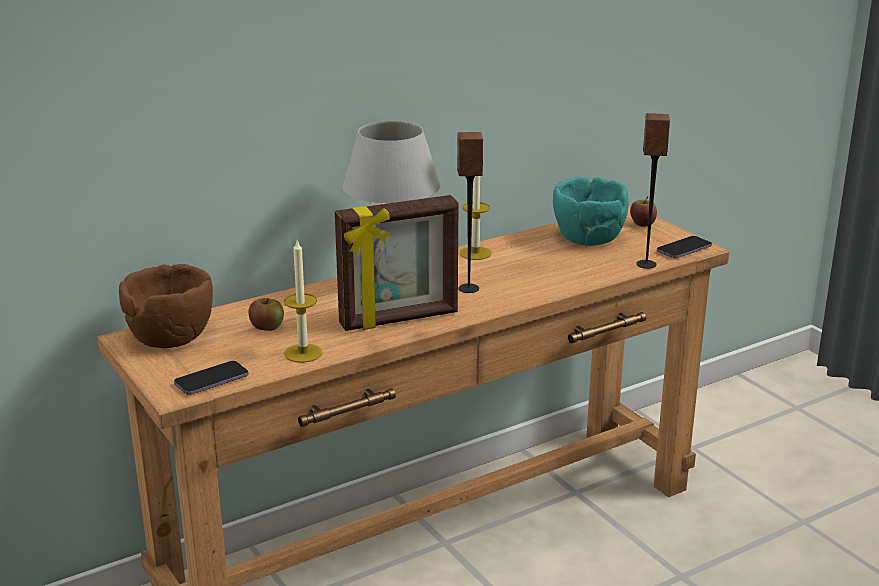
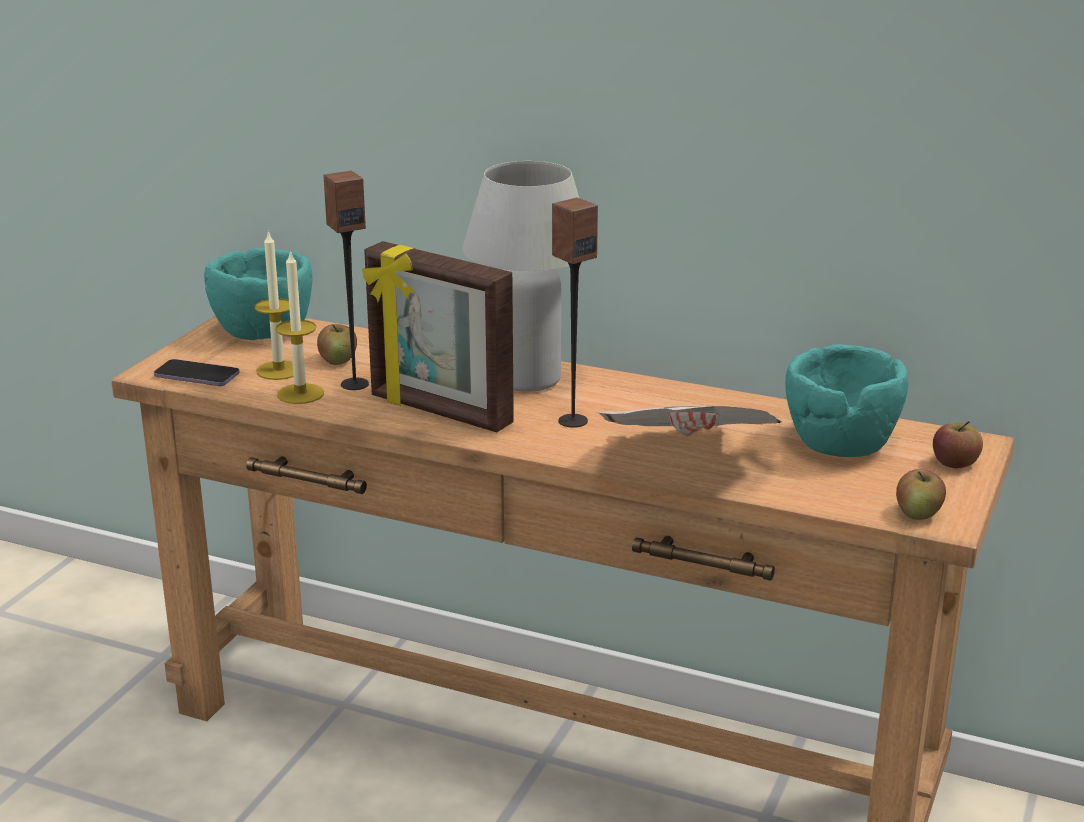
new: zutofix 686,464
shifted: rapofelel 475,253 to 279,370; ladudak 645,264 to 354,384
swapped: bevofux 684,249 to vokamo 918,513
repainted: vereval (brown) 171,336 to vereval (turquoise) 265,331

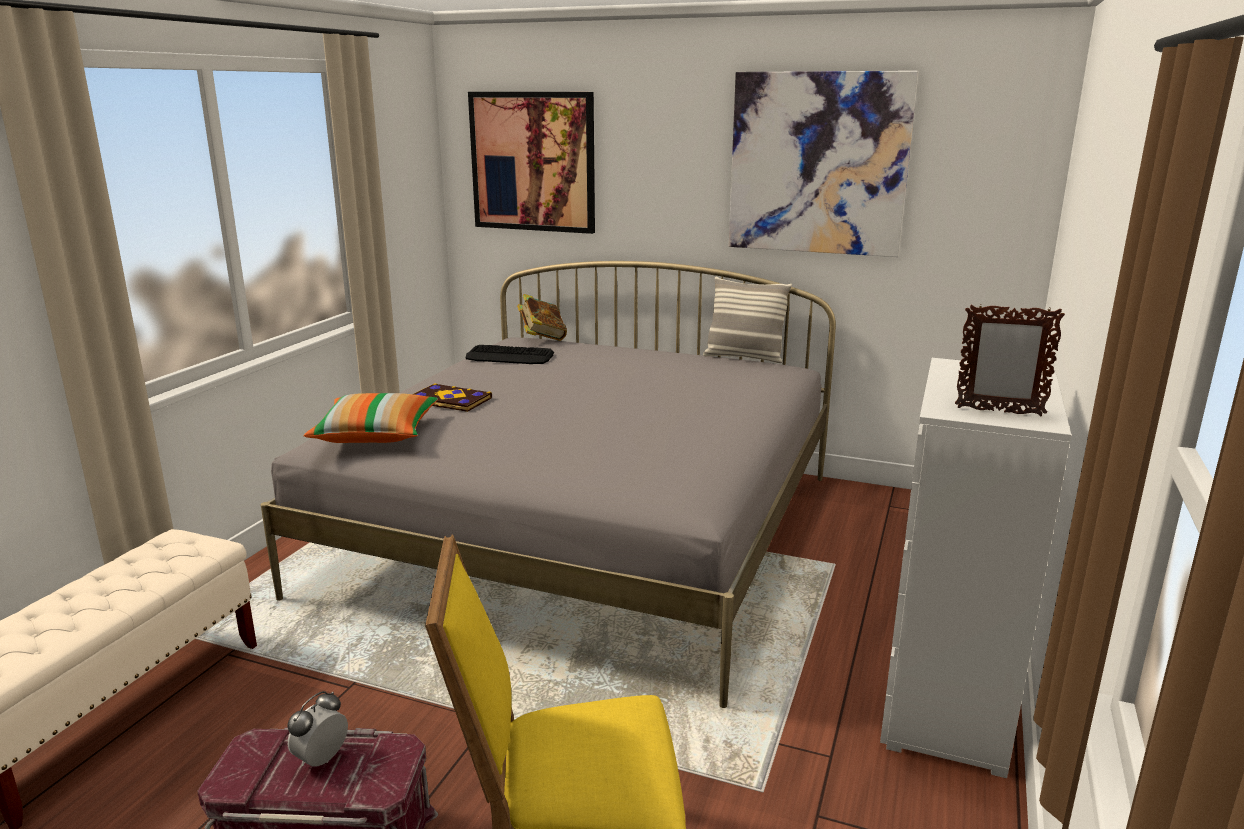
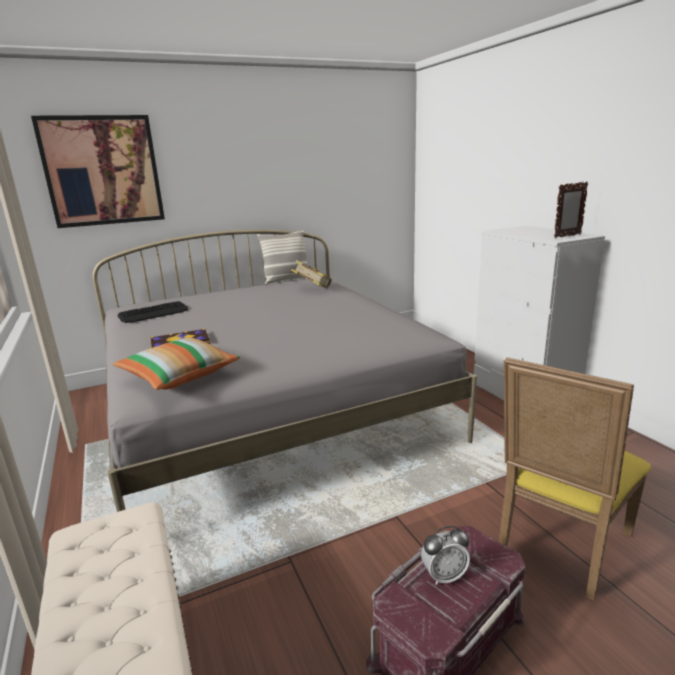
gone: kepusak 818,164
shifted: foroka 542,338 to 312,289
rotated: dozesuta 321,759 = 444,576 90 degrees counterclockwise

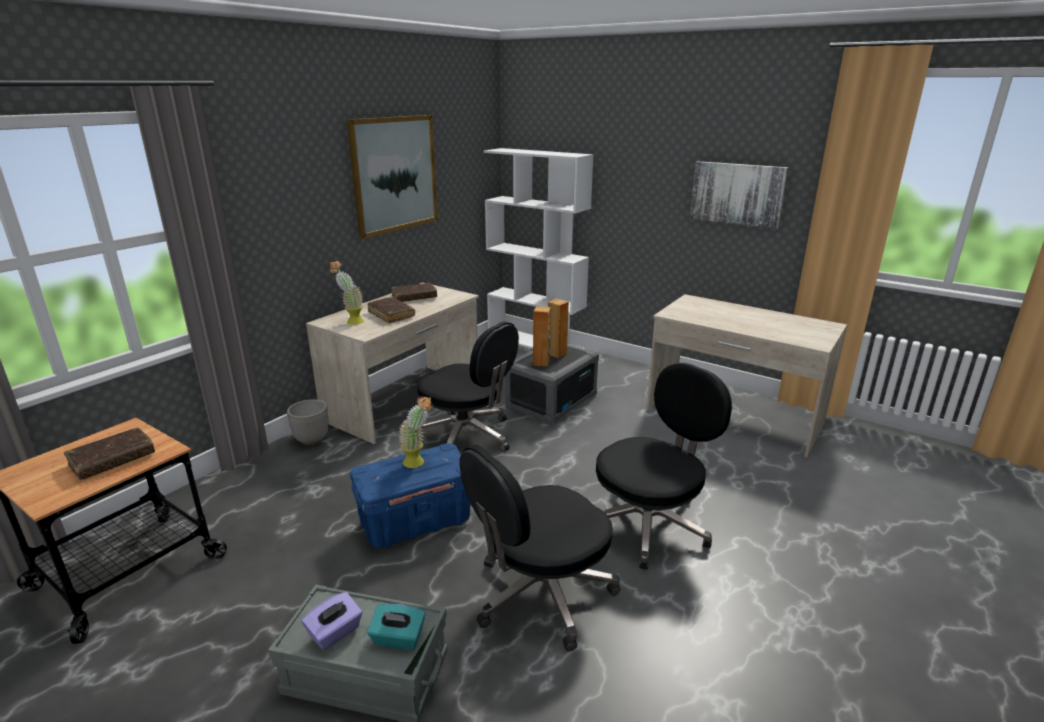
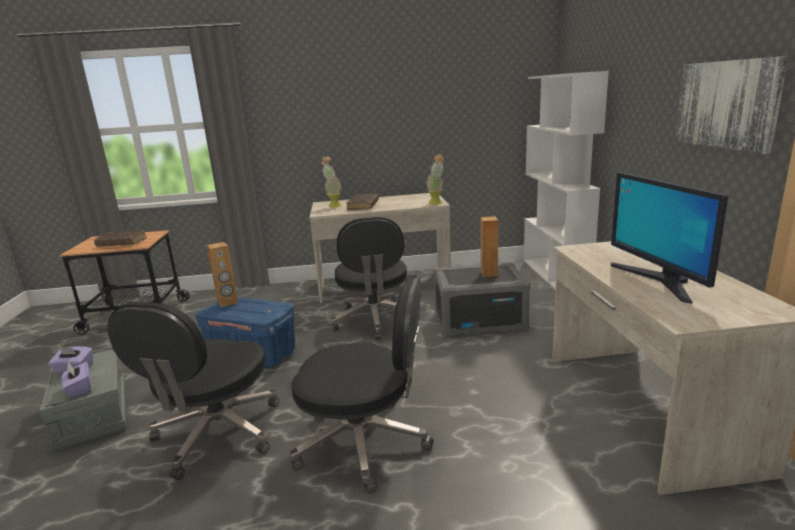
gone: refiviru 312,440; kepusak 394,174; foroka (brown) 414,297
new: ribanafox 658,281
shifted: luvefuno 418,463 to 437,203; ladudak (brown) 541,362 to 228,302
repainted: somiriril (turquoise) 398,639 to somiriril (purple) 79,389
rotated: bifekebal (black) 540,594 = 216,435 90 degrees counterclockwise

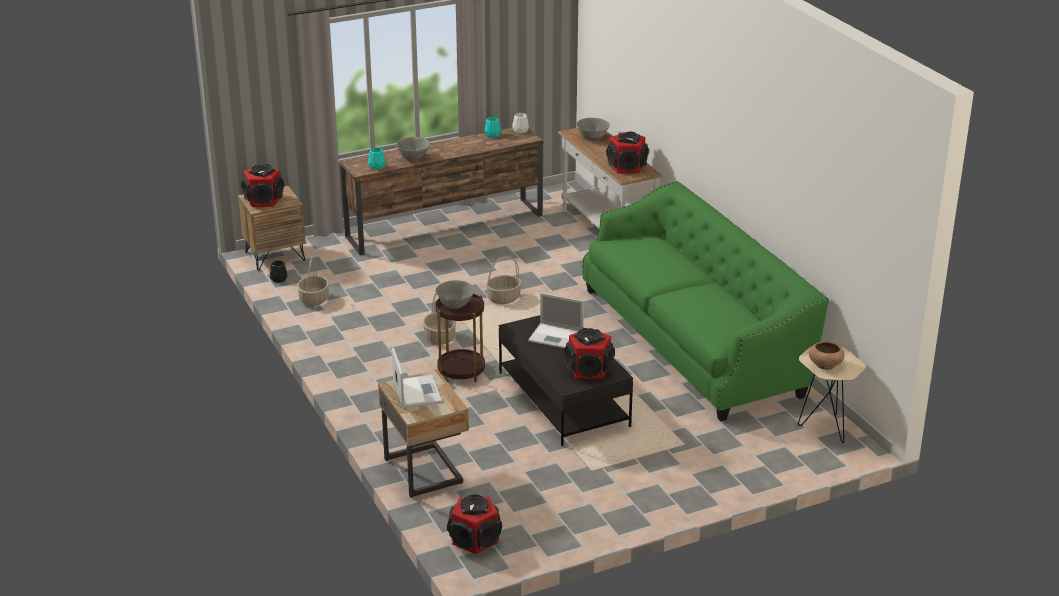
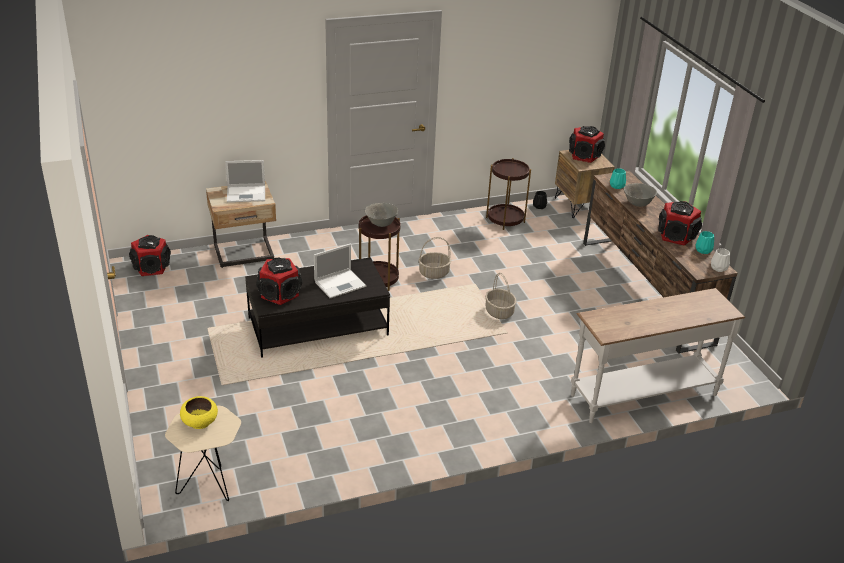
gone: vereval (grey) 592,138; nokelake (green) 693,341
shifted: ladudak 626,167 to 676,236
swapped: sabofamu 314,299 to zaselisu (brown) 505,220
repainted: vereval (brown) 825,364 to vereval (yellow) 200,421
rotated: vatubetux 557,336 = 341,284 150 degrees counterclockwise

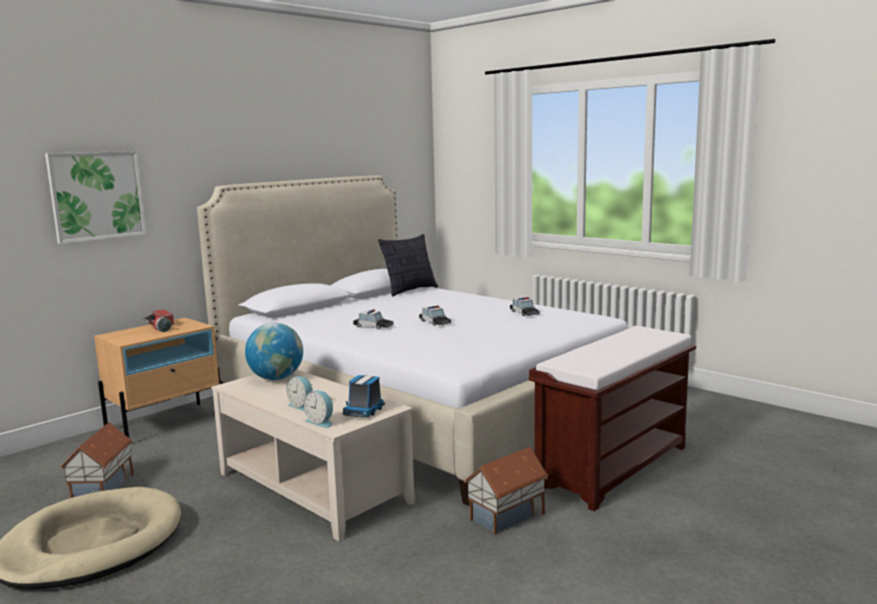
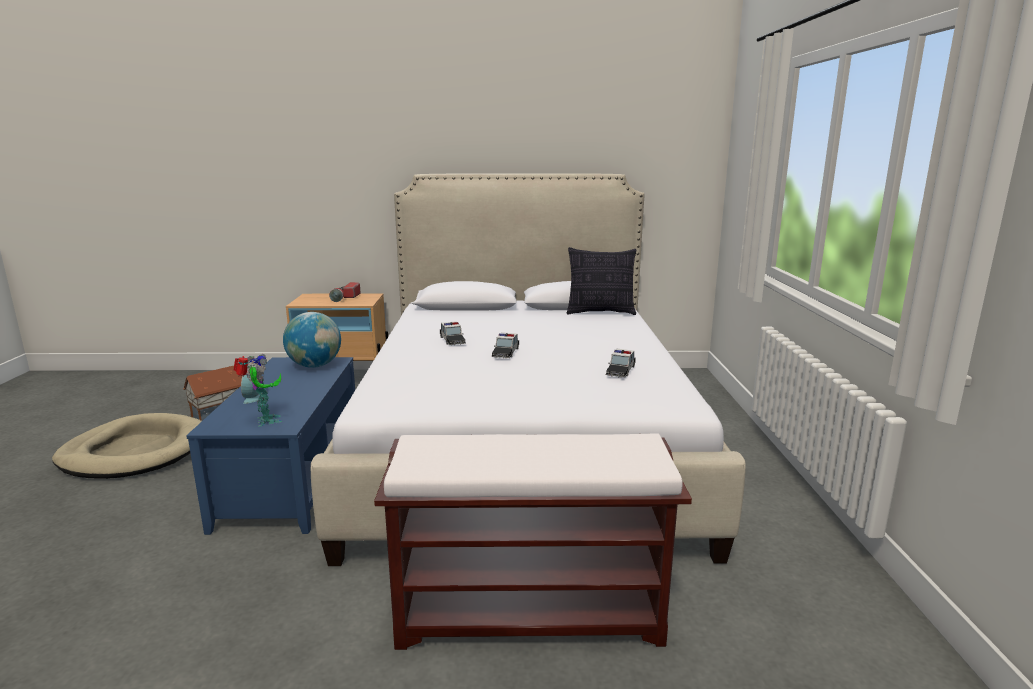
gone: kepusak 97,195; dozesuta 321,422; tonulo 508,517
swapped: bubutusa 364,411 to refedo 265,421
repainted: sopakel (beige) 313,487 to sopakel (blue) 293,478

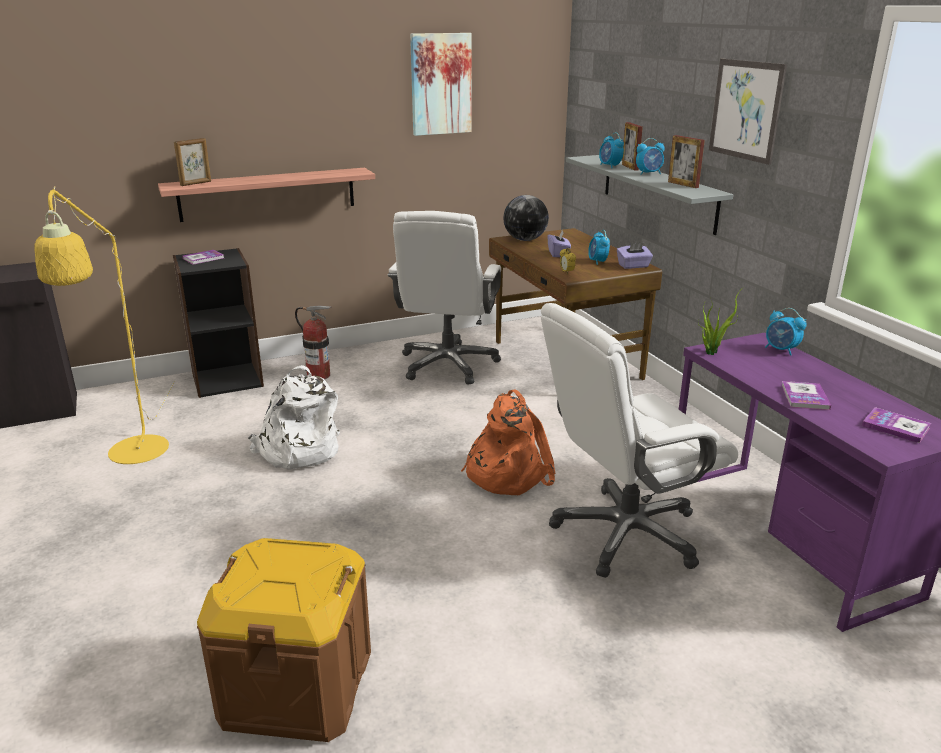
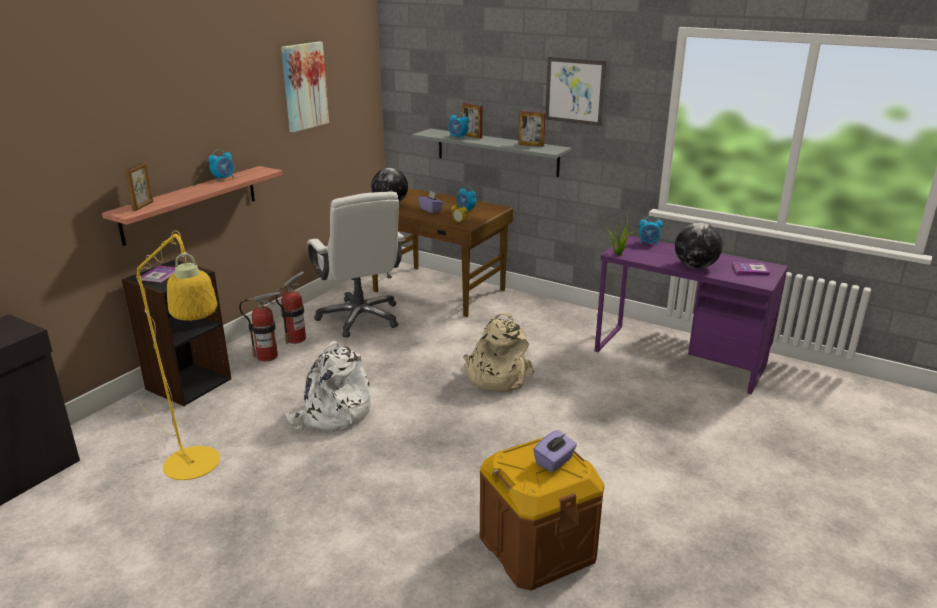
gone: bifekebal (white) 625,534
new: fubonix 296,339
shifted: somiriril (purple) 633,266 to 554,461; dozesuta 649,173 to 224,179
swapped: foroka 805,397 to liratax 695,266
repainted: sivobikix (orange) 506,473 to sivobikix (beige) 496,377

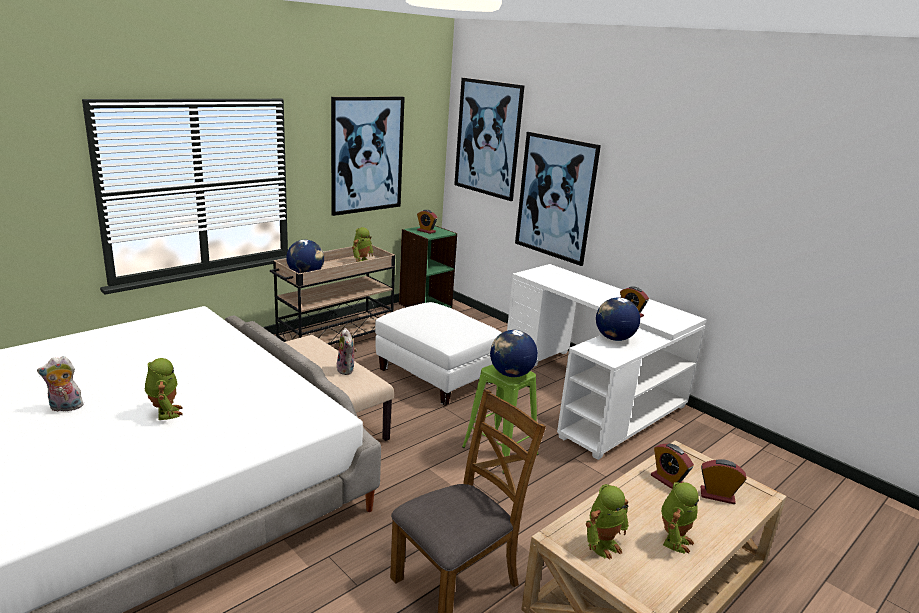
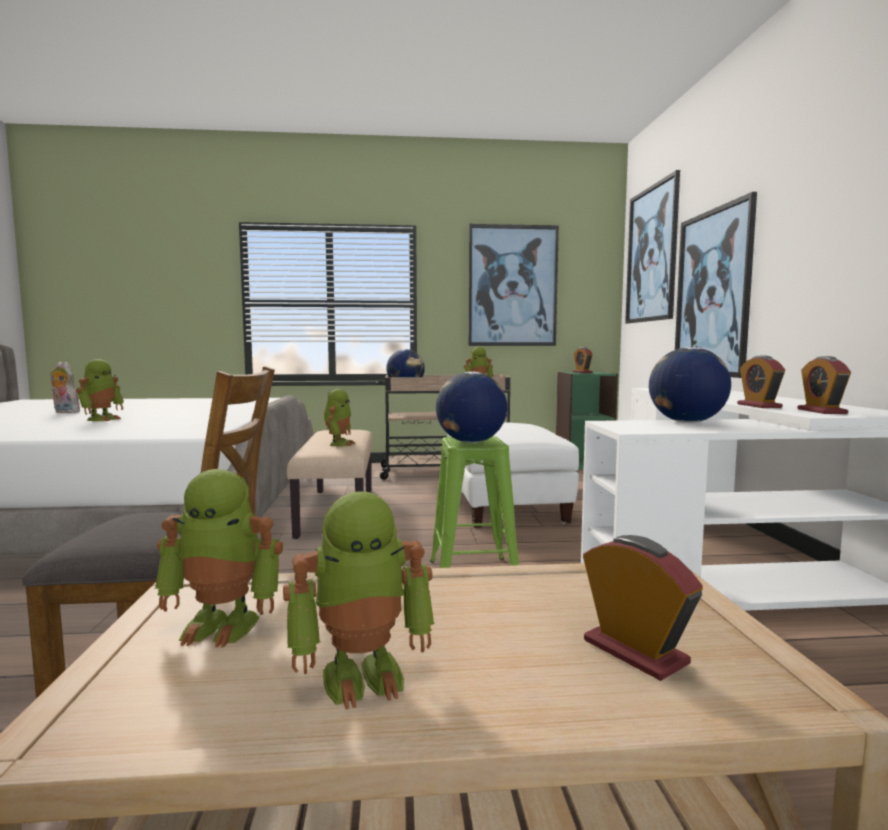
shifted: dozesuta 668,480 to 821,411
swapped: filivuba 347,370 to refedo 339,444

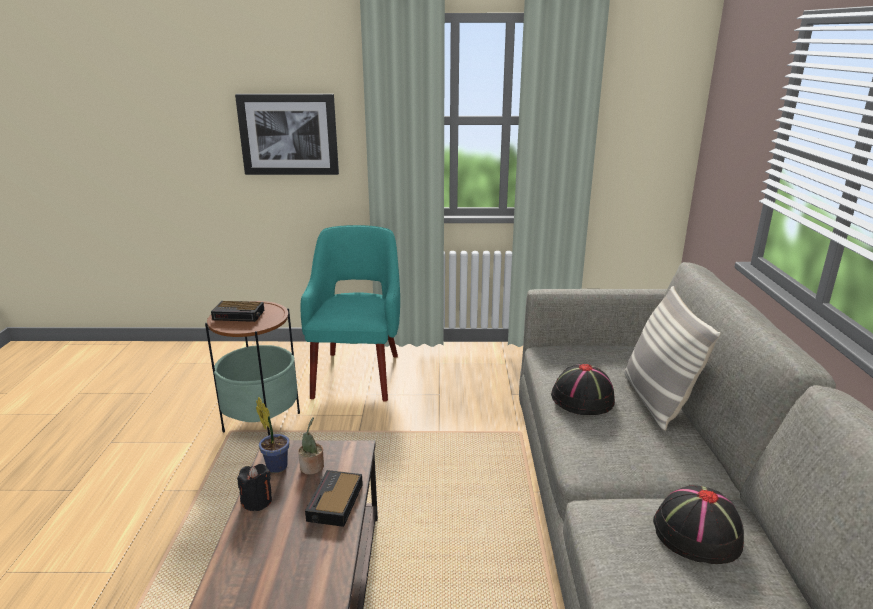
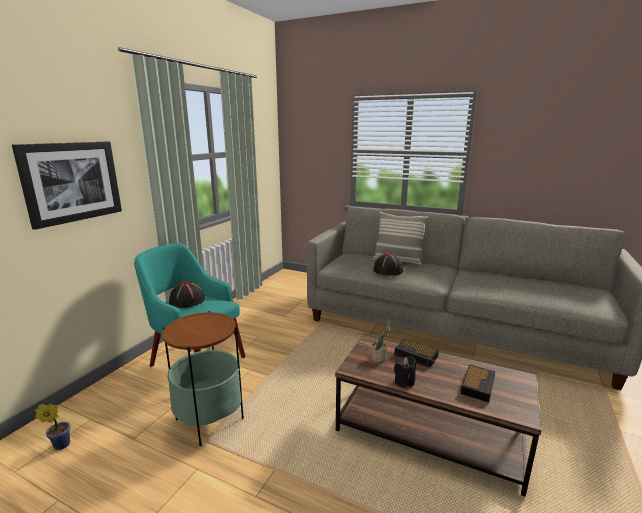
shifted: dozesuta 239,315 to 478,385; luvefuno 276,465 to 60,445; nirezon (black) 696,533 to 187,301

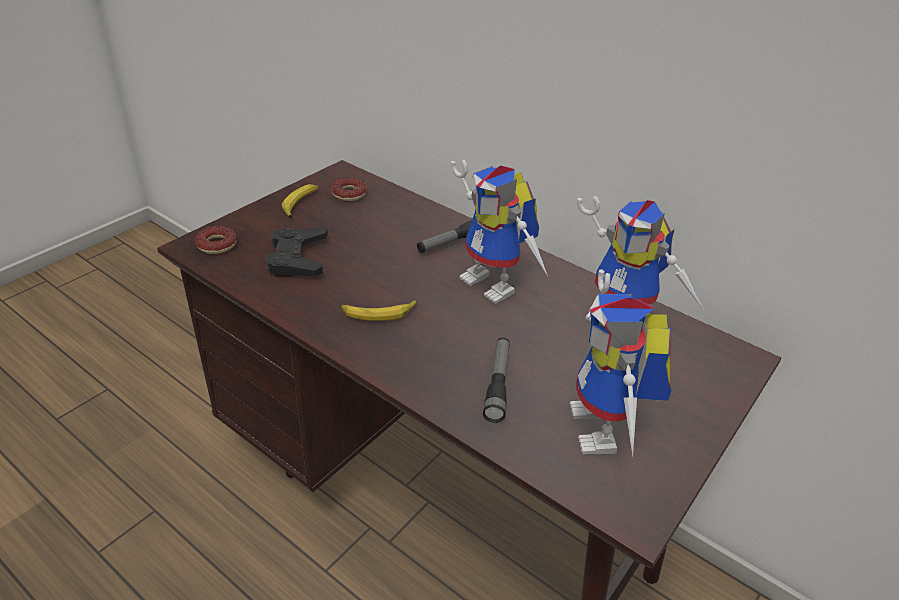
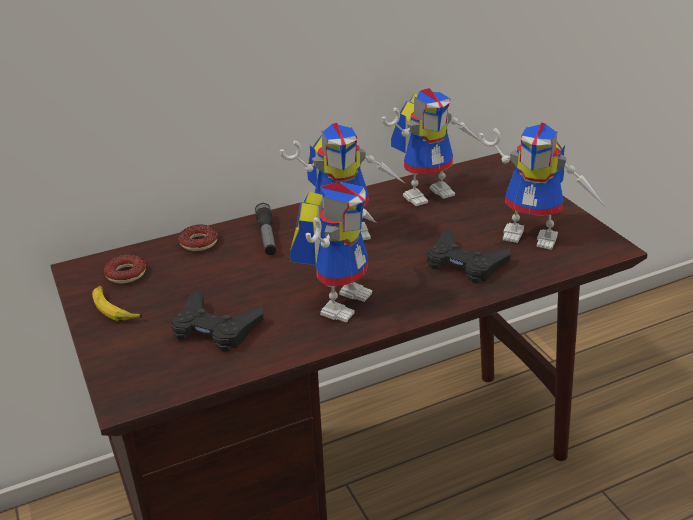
shifted: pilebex 216,244 to 198,242
swapped: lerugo 378,313 to refedo 340,299; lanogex 497,384 to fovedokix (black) 464,263

